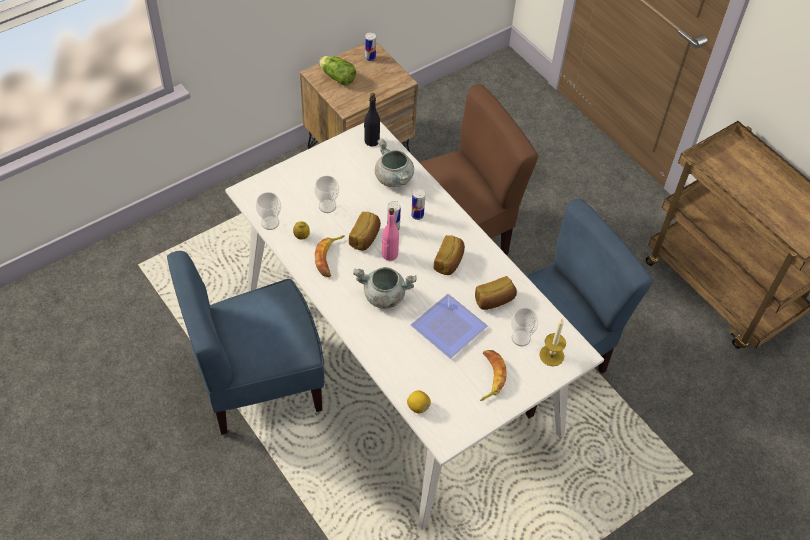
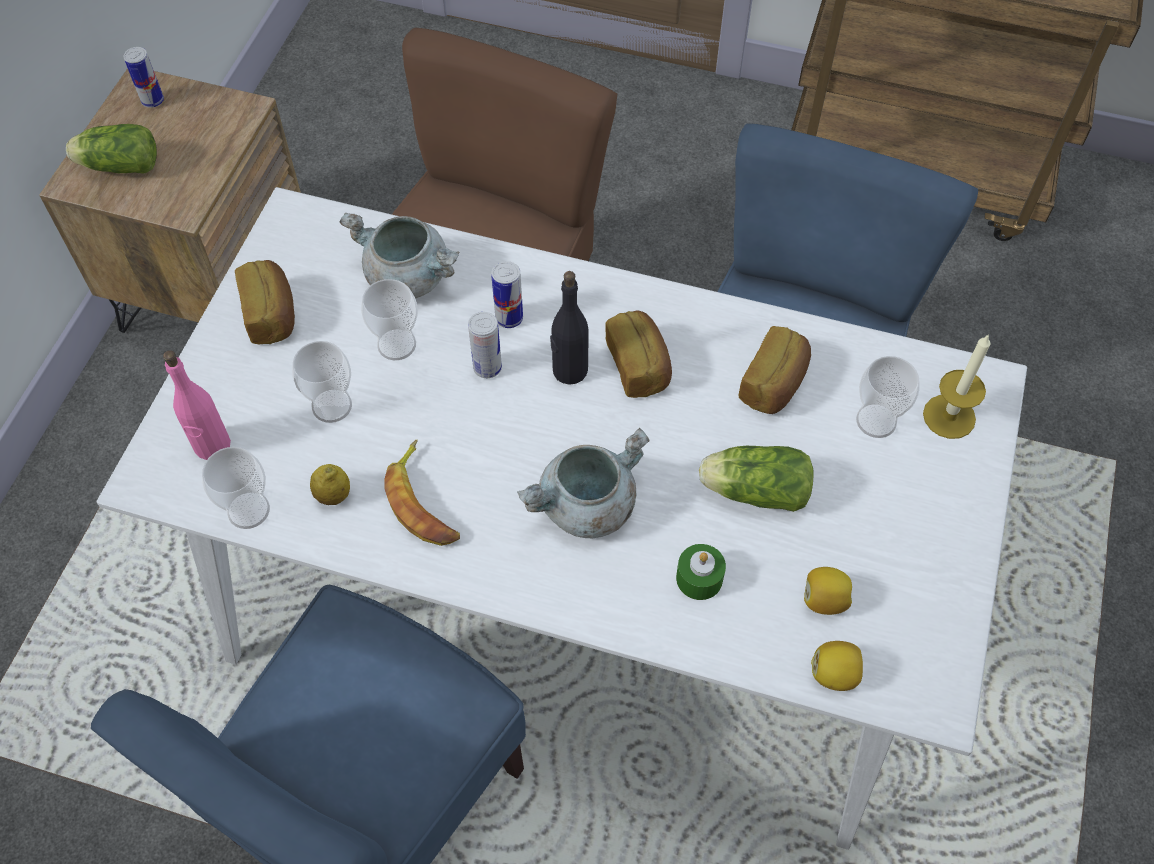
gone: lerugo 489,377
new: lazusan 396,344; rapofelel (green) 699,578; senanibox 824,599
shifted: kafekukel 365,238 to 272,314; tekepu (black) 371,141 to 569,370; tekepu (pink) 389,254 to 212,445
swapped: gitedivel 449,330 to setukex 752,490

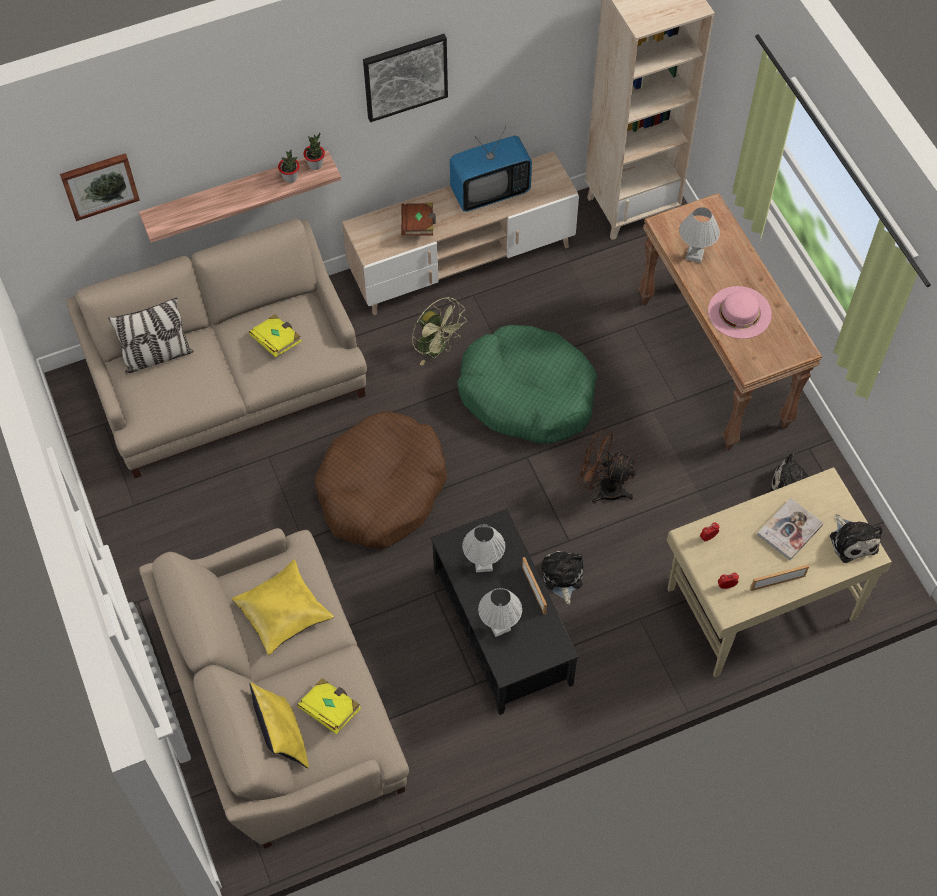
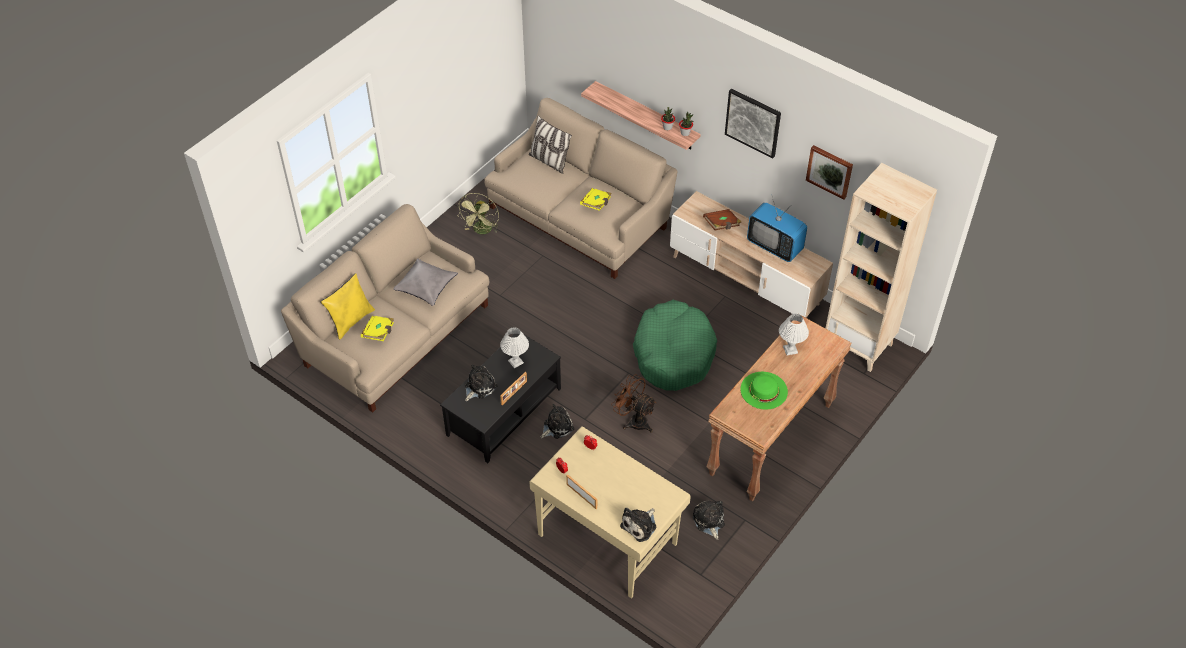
gone: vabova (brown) 381,489; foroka 789,530
shifted: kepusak 99,185 to 830,171; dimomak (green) 437,348 to 482,231
swapped: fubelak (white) 499,627 to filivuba 479,387
repainted: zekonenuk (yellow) 283,611 to zekonenuk (grey) 426,286; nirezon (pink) 739,312 to nirezon (green) 764,390
rotated: dimomak (brown) 603,487 = 634,420 45 degrees counterclockwise

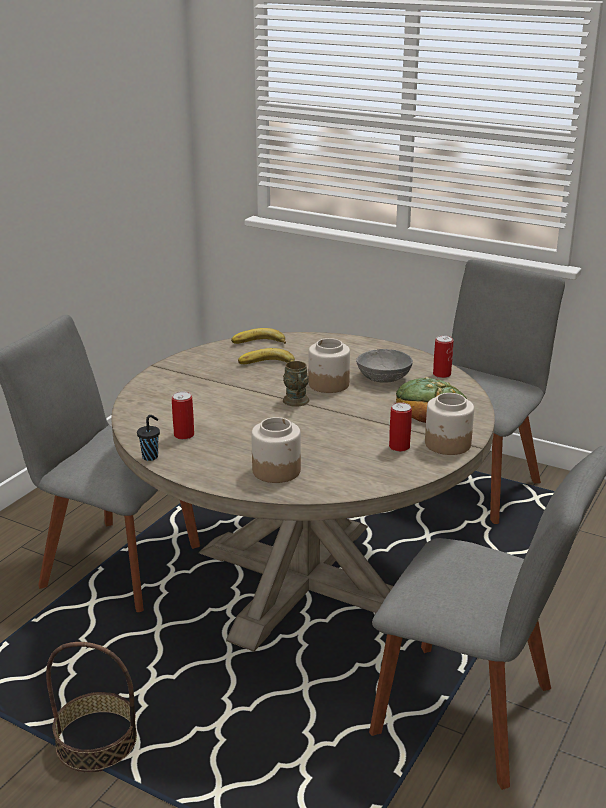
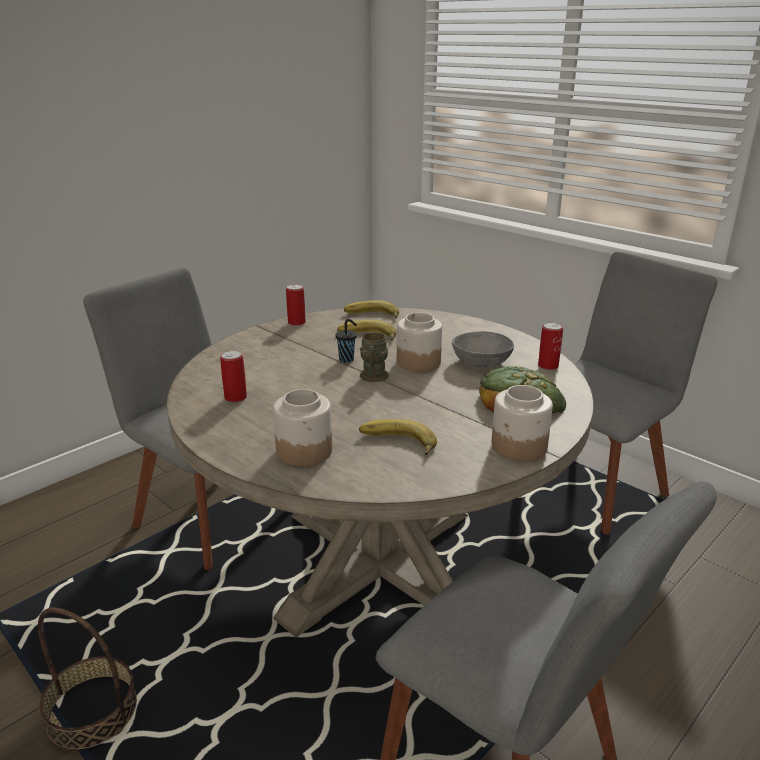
new: lerugo 397,443
shifted: lazusan (black) 151,456 to 347,359; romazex 399,447 to 296,322

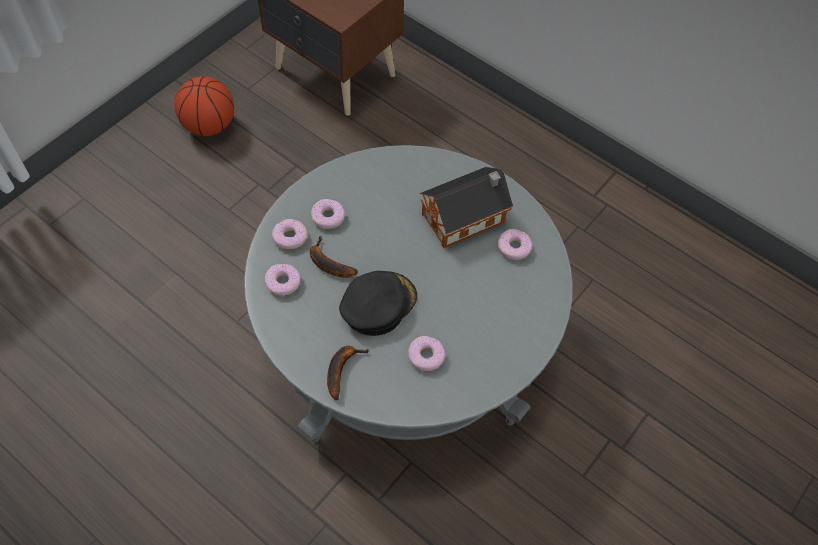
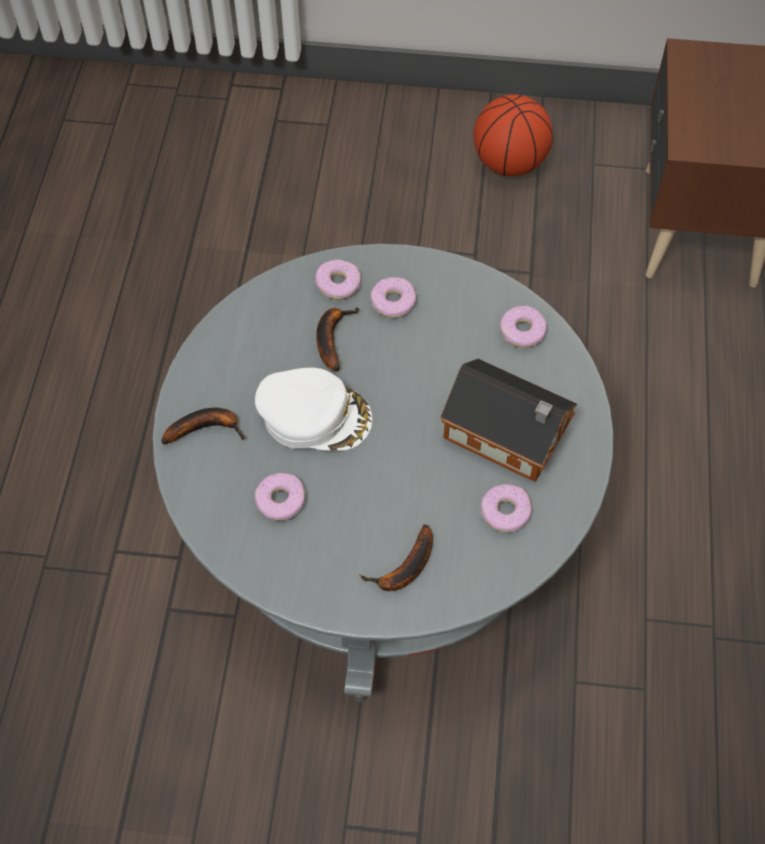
new: lerugo 404,569
shifted: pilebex 283,283 to 522,332
repainted: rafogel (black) 377,304 to rafogel (white) 314,415

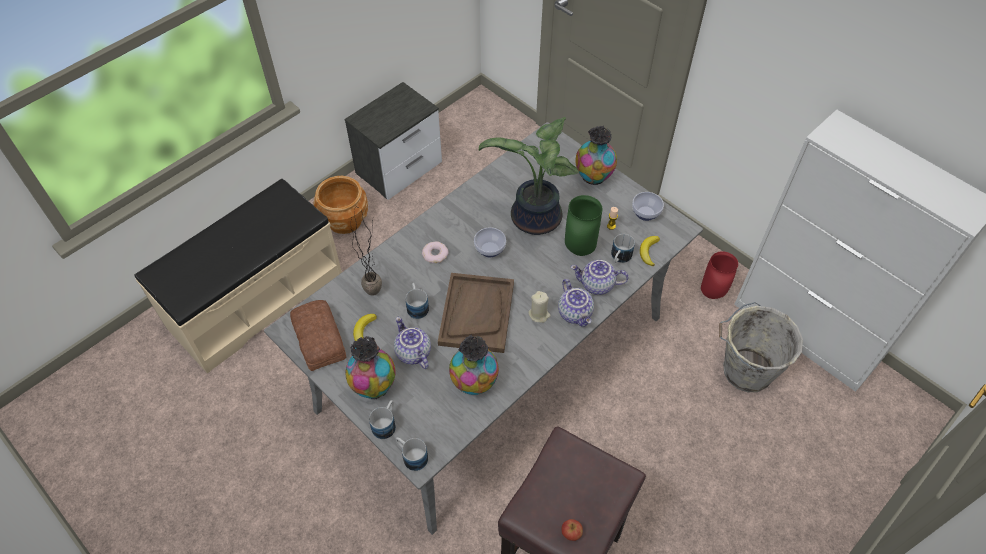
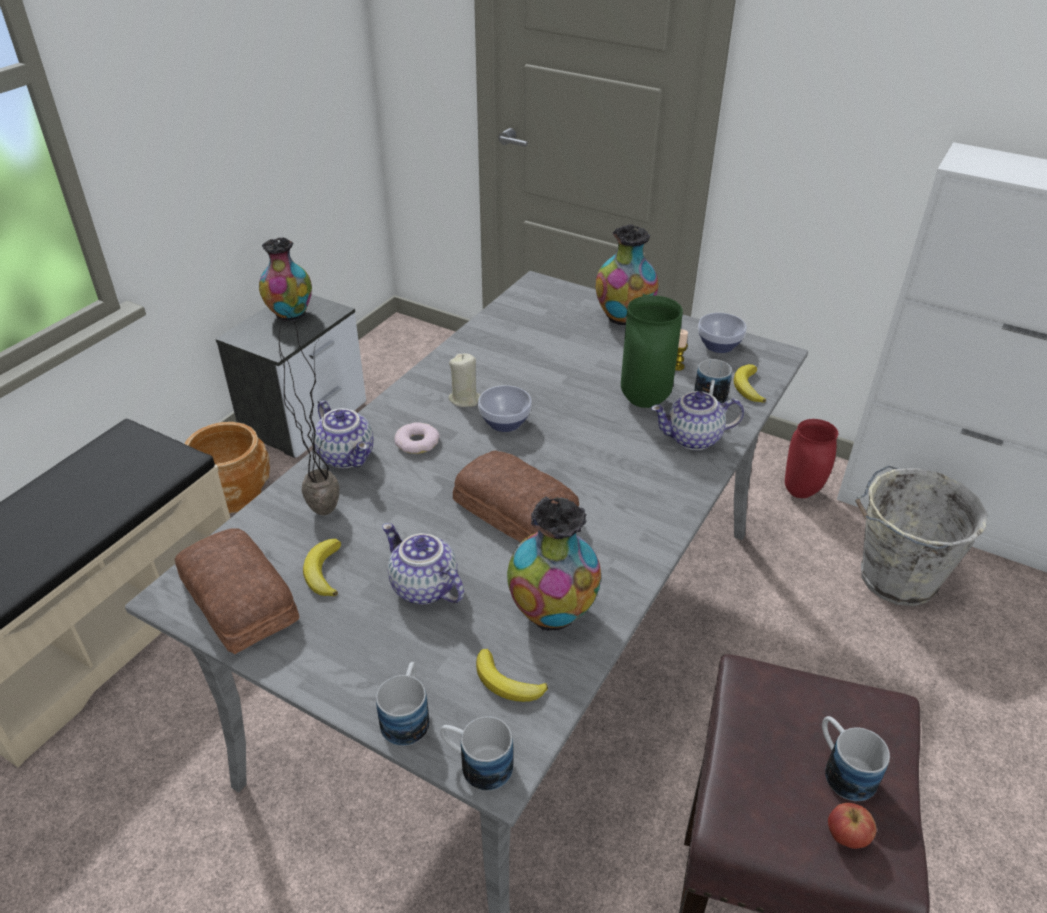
gone: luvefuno 533,220
new: lerugo 507,682
shifted: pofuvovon 374,386 to 290,314; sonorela 417,306 to 841,769; rapofelel (beige) 539,314 to 465,399; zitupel 575,313 to 348,456
swapped: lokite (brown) 476,313 to kafekukel 516,509

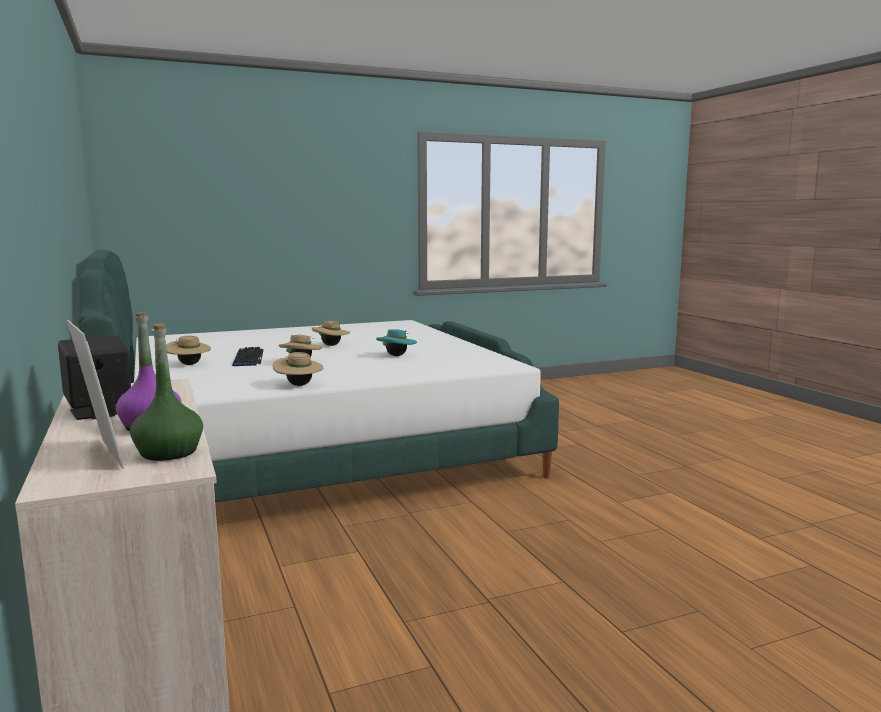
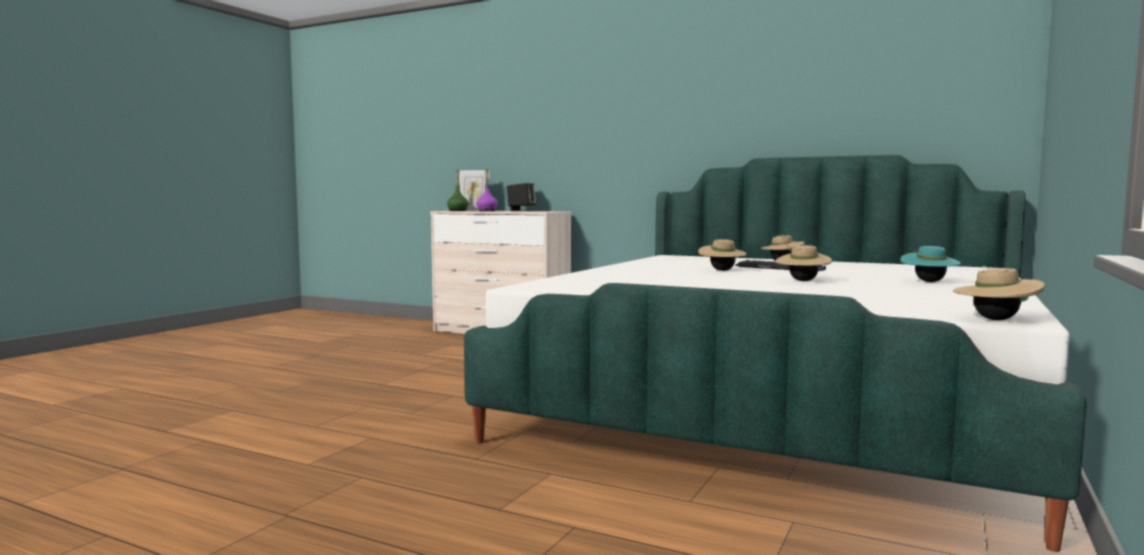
shifted: nirezon (beige) 299,385 to 995,319; nirezon (turquoise) 397,356 to 929,282

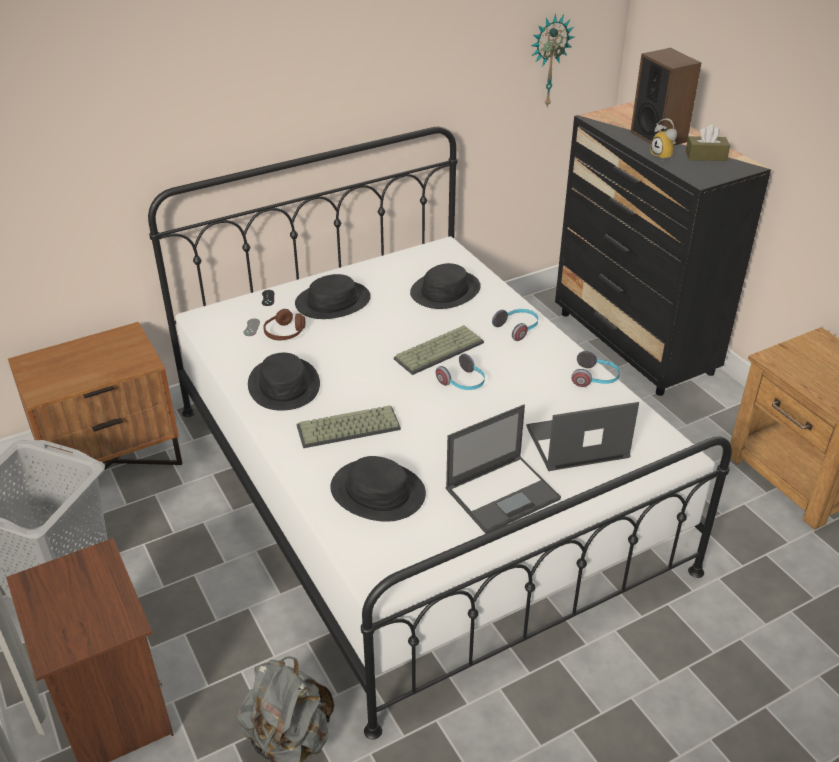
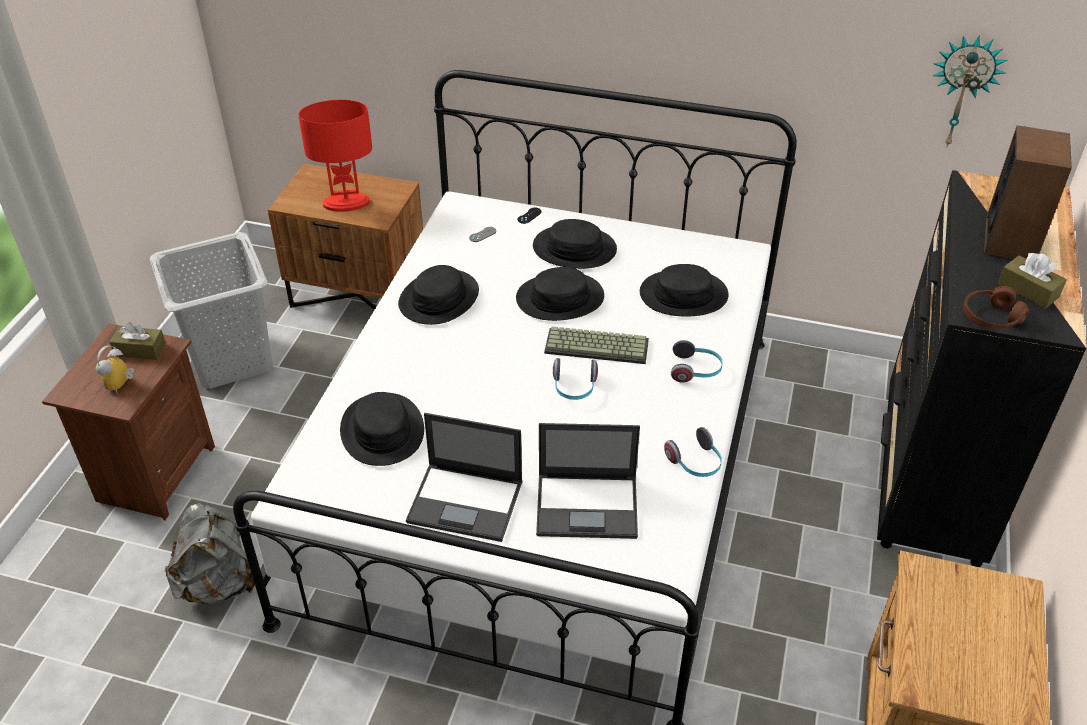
gone: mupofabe 347,429
new: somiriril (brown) 140,350; fubelak (red) 346,203; nirezon (black) 560,298
shifted: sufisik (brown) 285,333 to 990,317; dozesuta 664,156 to 122,385
rotated: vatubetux 576,442 = 588,506 150 degrees clockwise

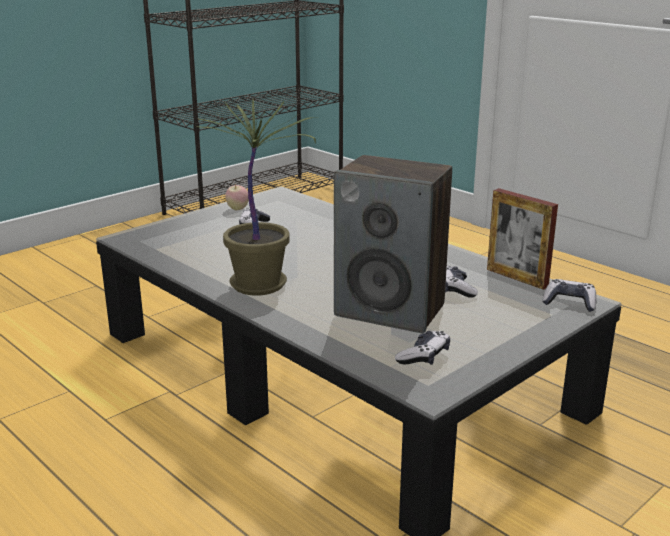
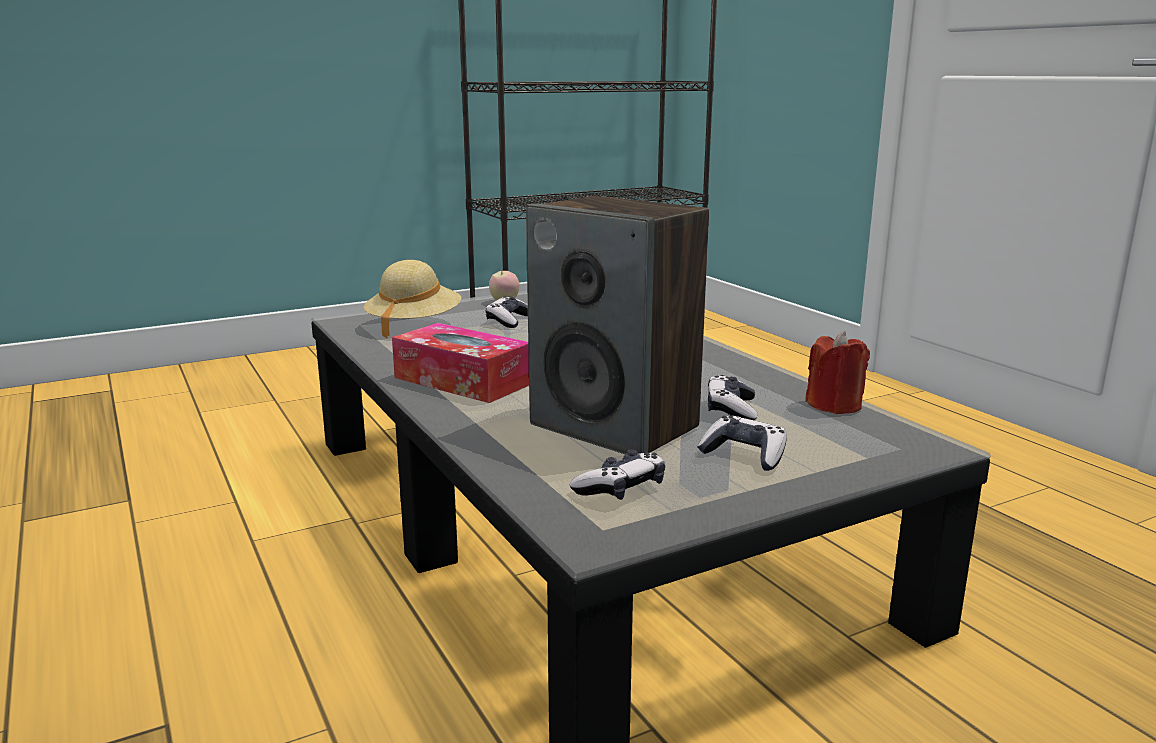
new: nirezon (beige) 414,325
shifted: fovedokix 569,303 to 744,455
swapped: luvefuno 261,285 to somiriril 462,381; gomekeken 517,278 to rapofelel (red) 834,405

